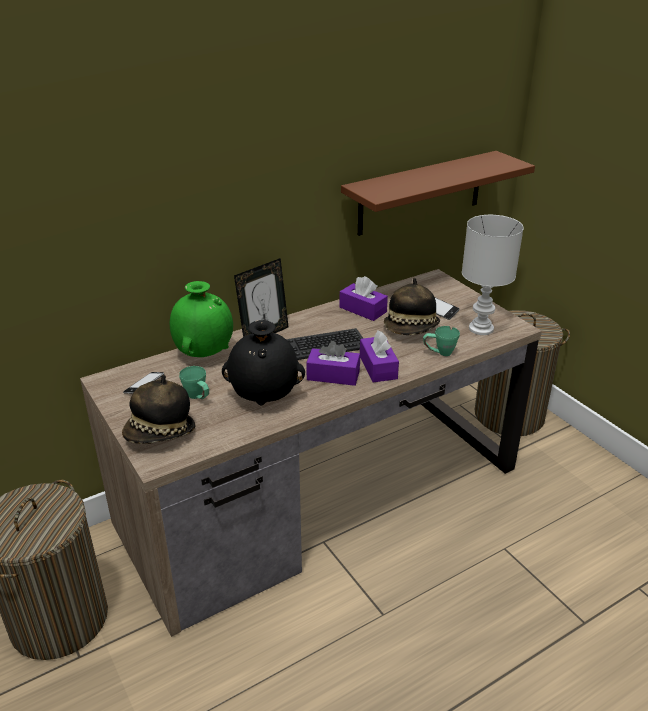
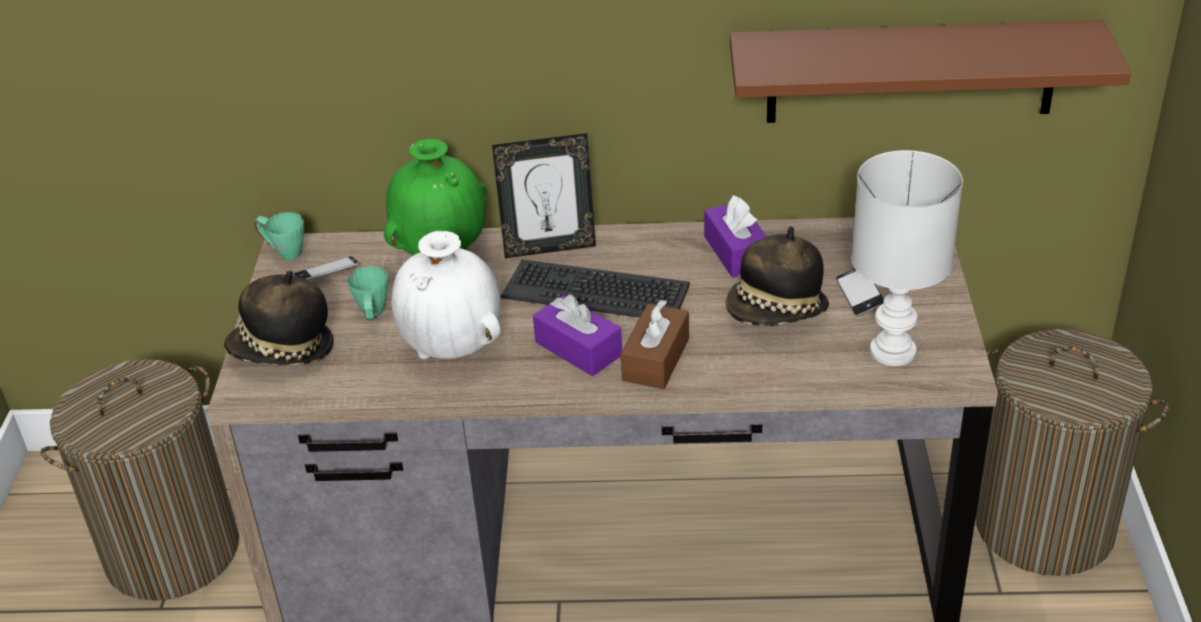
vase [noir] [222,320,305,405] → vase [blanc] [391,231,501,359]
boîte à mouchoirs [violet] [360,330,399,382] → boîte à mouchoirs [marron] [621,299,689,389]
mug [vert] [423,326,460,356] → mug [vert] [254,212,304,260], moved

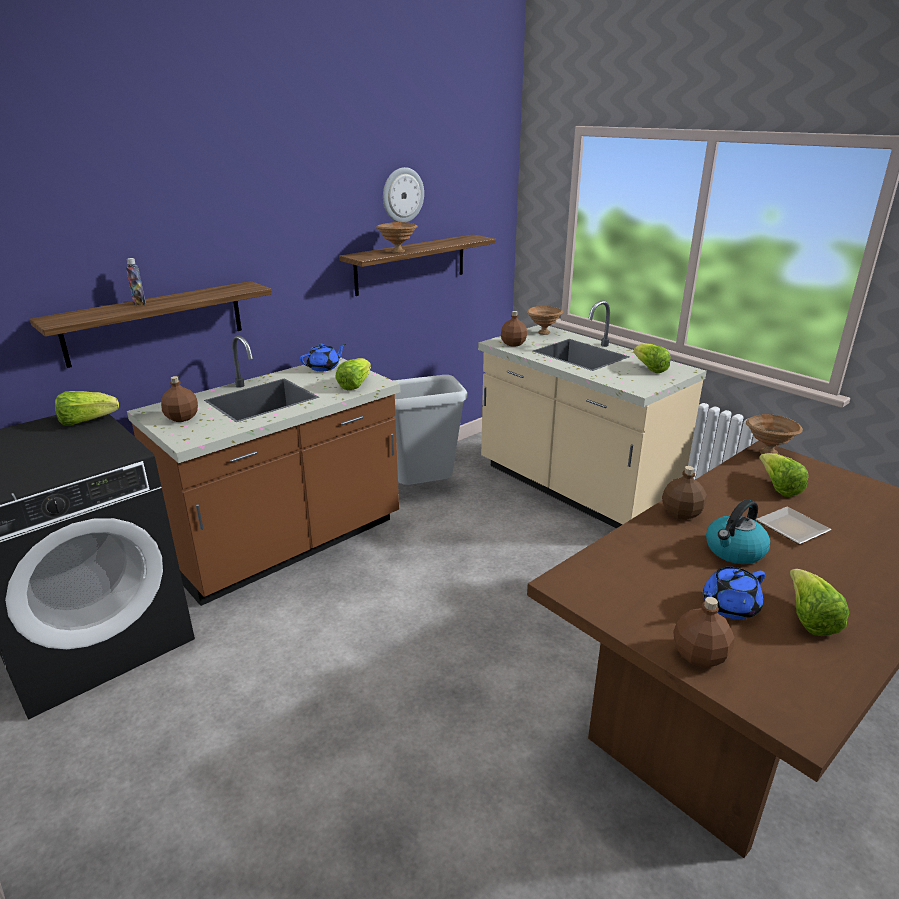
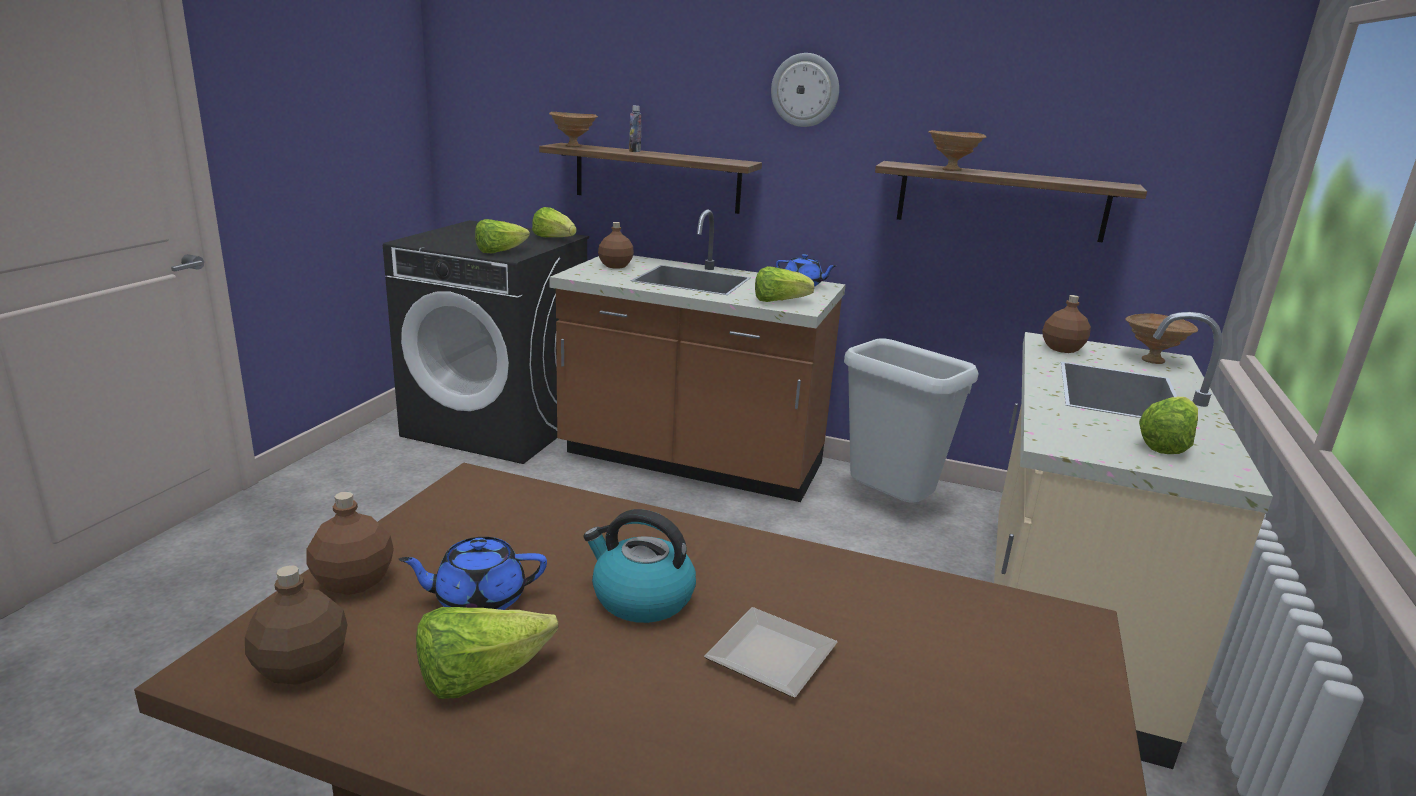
horloge murale [383,167,424,222] → horloge murale [771,53,839,127], moved
bouteille [marron] [662,466,707,520] → bouteille [marron] [245,565,348,685], moved
théière [bleu] [701,567,765,619] → théière [bleu] [398,537,547,610], 45 degrees counterclockwise
bol [marron] [746,414,803,454] → bol [marron] [549,112,598,147], moved
laitue [759,453,809,497] → laitue [475,219,530,253], moved

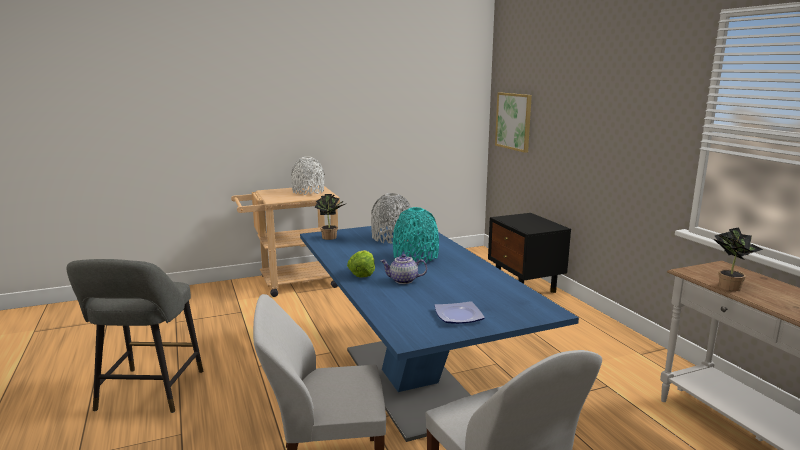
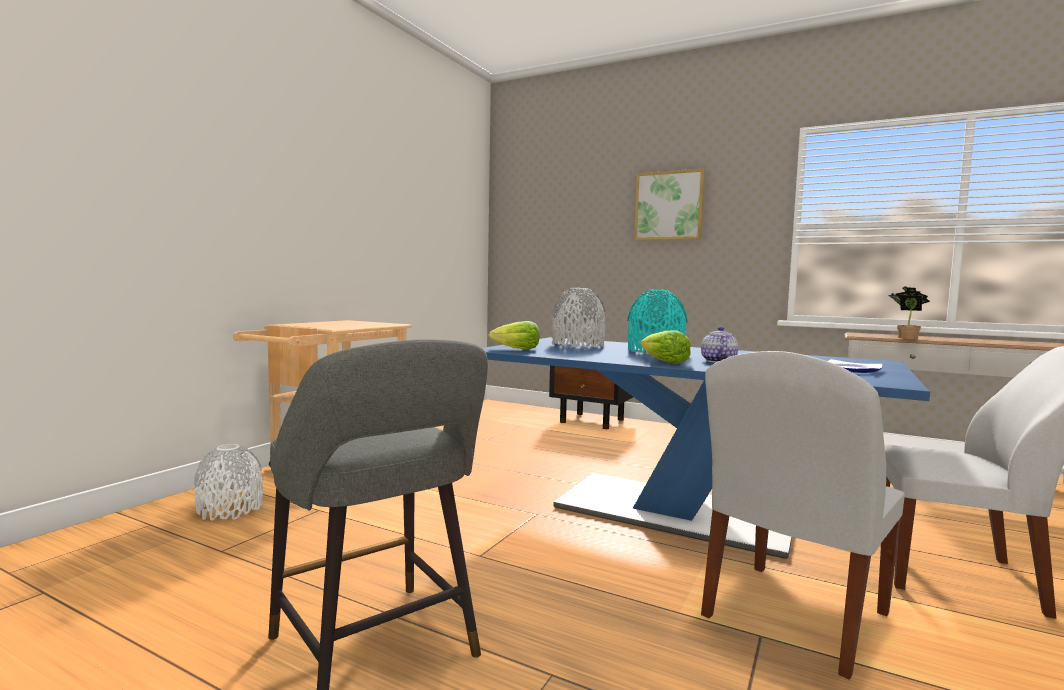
vase [blanc] [291,157,325,195] → vase [blanc] [194,444,263,521], moved
plante en pot [314,194,347,240] → laitue [488,321,540,350]
théière [380,254,427,284] → théière [701,327,738,363], 135 degrees clockwise
tableau [495,93,532,153] → tableau [634,169,705,240], moved

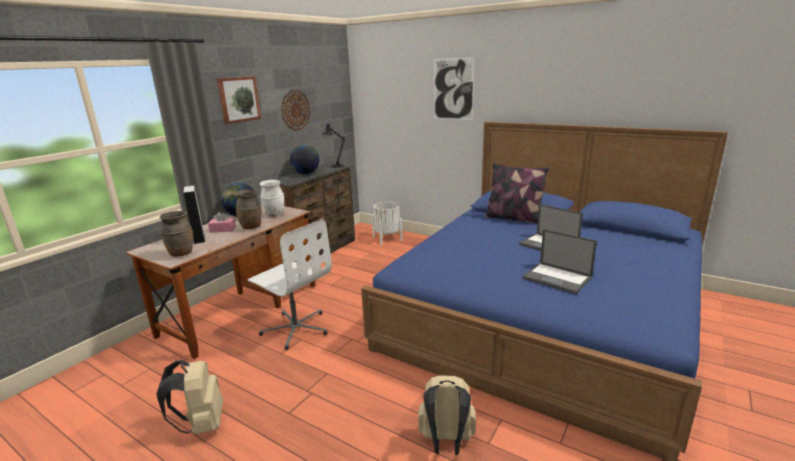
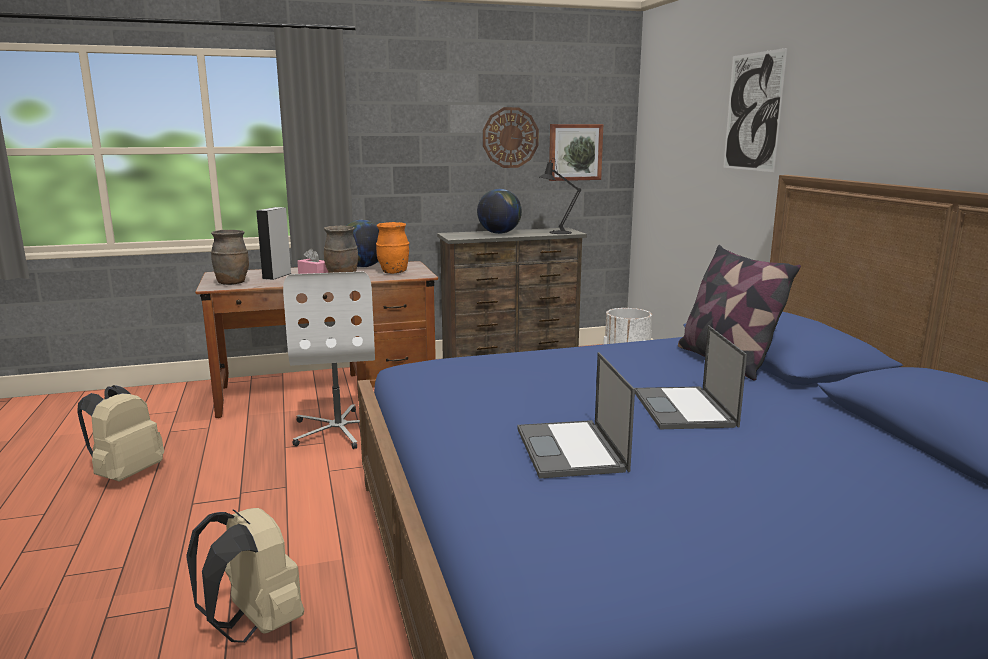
tableau [217,76,261,124] → tableau [549,124,603,181], moved
vase [blanc] [260,180,284,217] → vase [orange] [376,222,409,274]

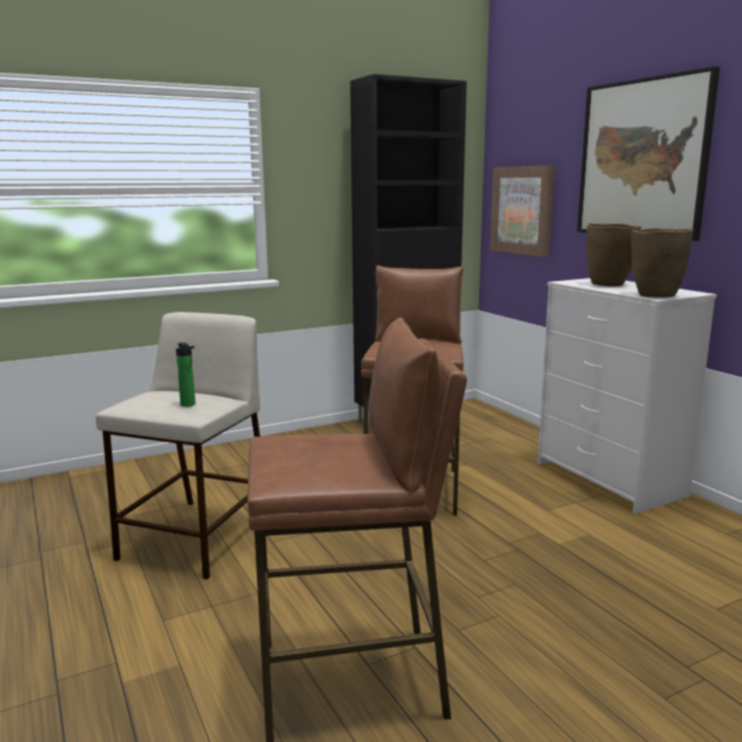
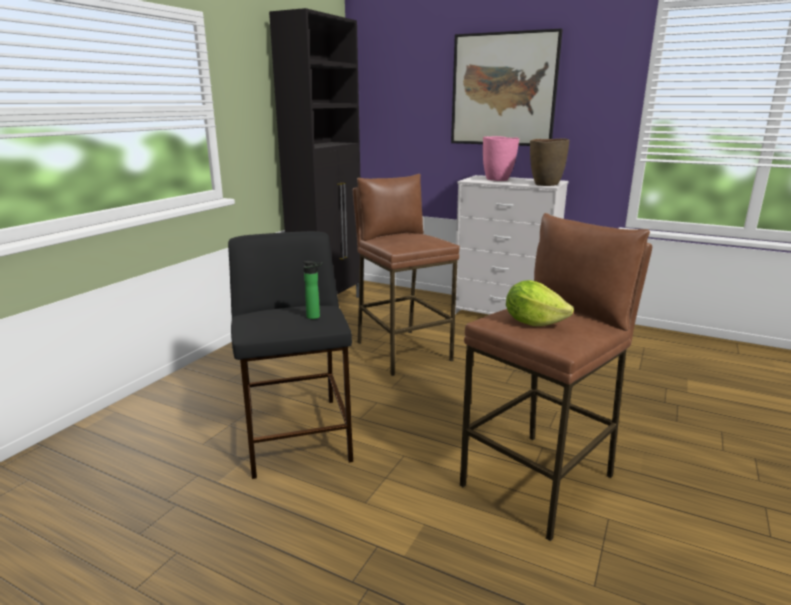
tabouret [beige] [96,312,260,579] → tabouret [noir] [228,231,353,479]
tableau [490,165,555,257] → -
vase [marron] [587,223,641,286] → vase [rose] [483,136,519,181]
- → laitue [506,280,574,326]

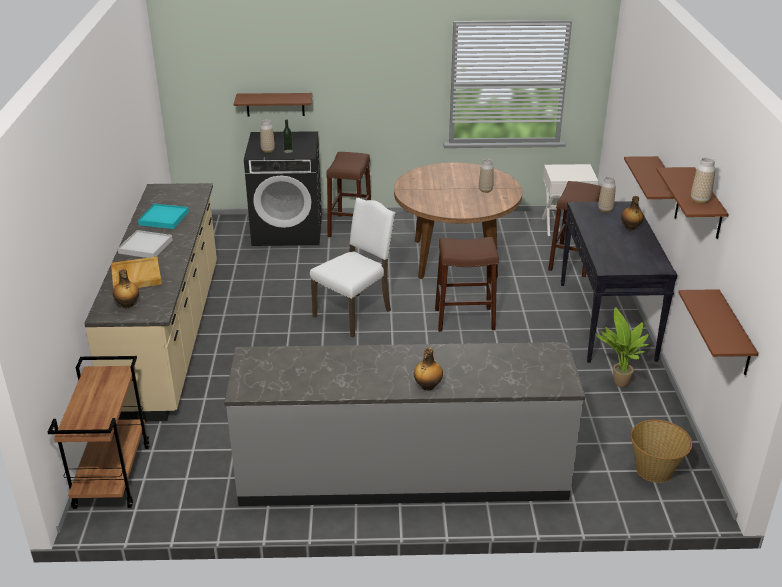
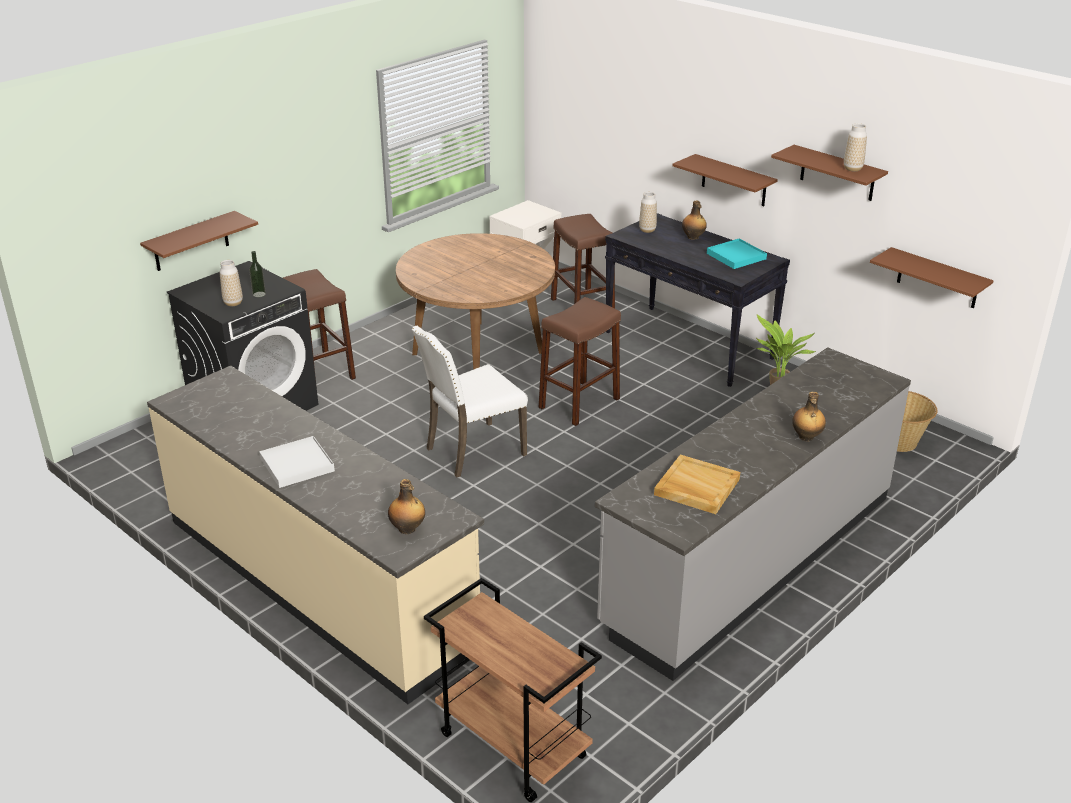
plateau [beige] [111,257,162,289] → plateau [beige] [654,455,740,514], moved
plateau [turquoise] [138,204,189,229] → plateau [turquoise] [707,238,767,269], moved
chaise [blanc] [310,198,396,338] → chaise [blanc] [412,326,528,478], 120 degrees counterclockwise
vase [479,159,494,193] → -

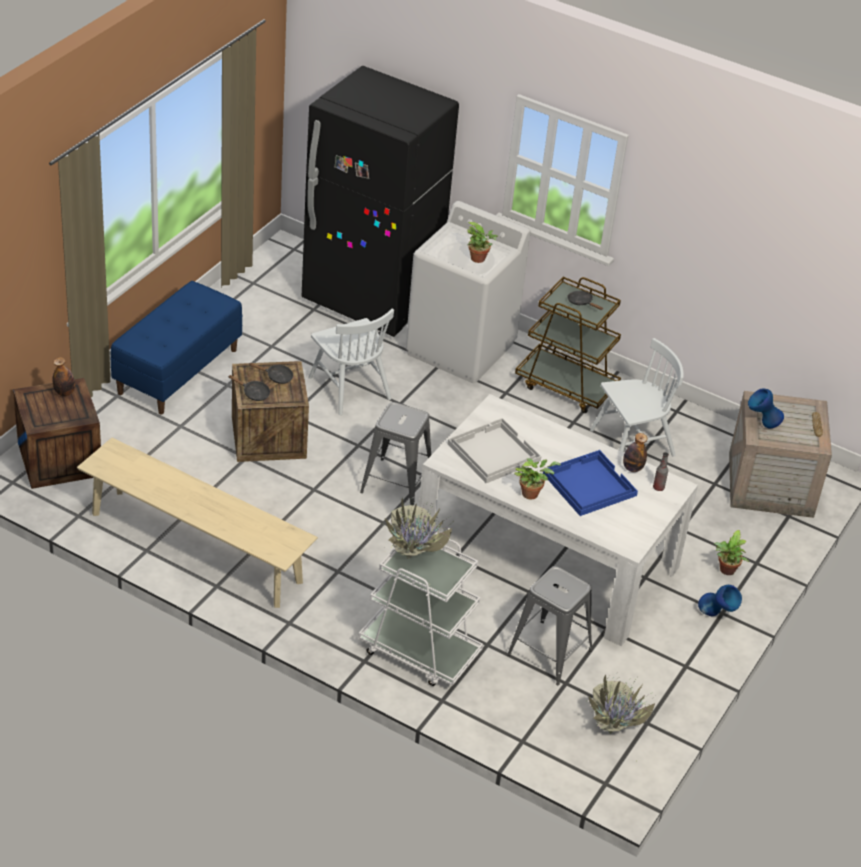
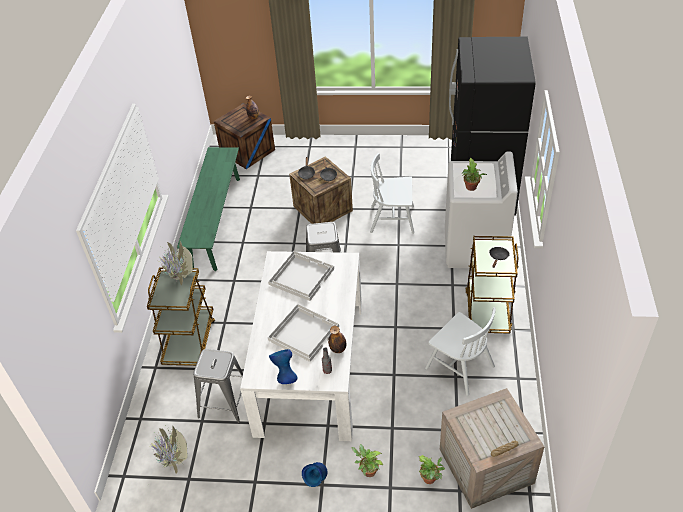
banc [beige] [77,438,318,608] → banc [vert] [177,147,240,271]
banc [bleu] [110,281,242,415] → -
chaise [blanc] [308,309,394,415] → chaise [blanc] [370,153,414,234], 60 degrees clockwise
chariot [blanc] [358,532,483,686] → chariot [marron] [147,267,215,366]
plante en pot [514,458,561,500] → plante en pot [418,455,445,484], moved
plateau [bleu] [543,450,638,516] → plateau [blanc] [268,304,339,362]
vase [bleu] [748,389,784,428] → vase [bleu] [269,349,297,384], moved

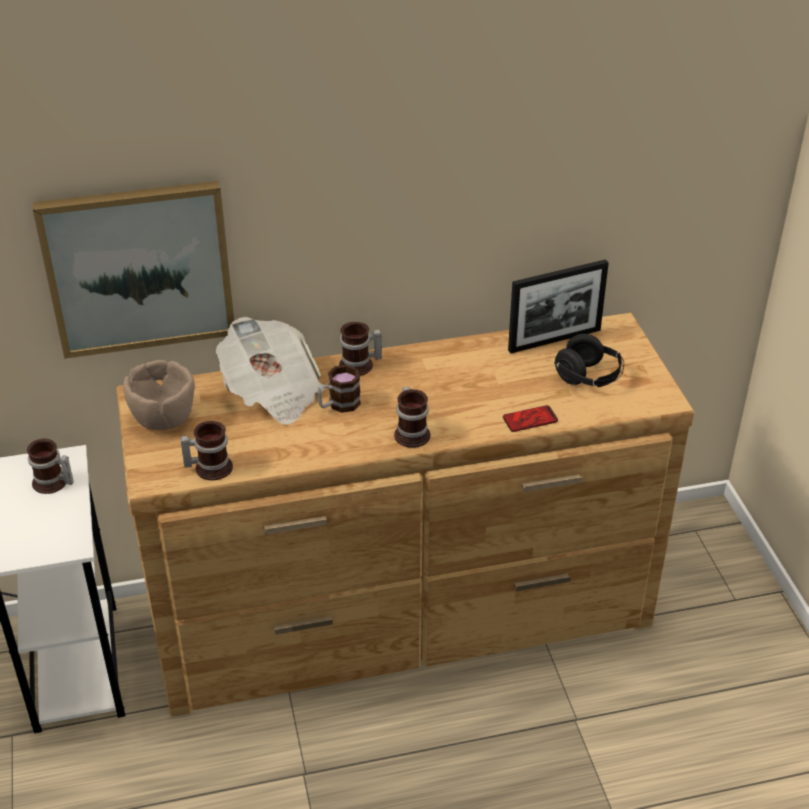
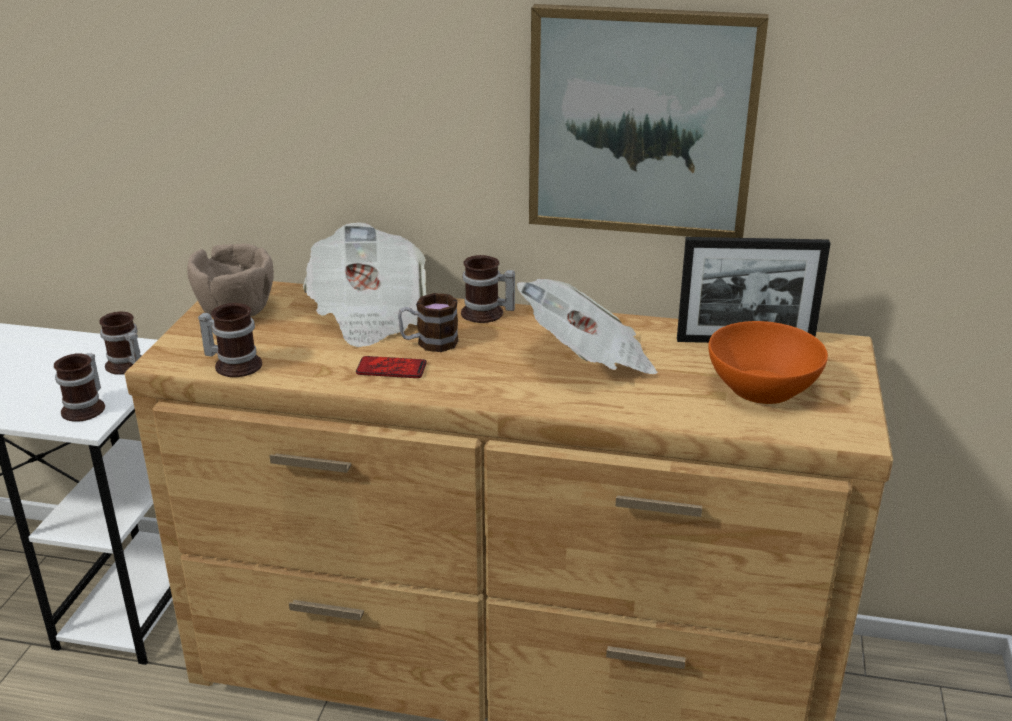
tableau [33,181,234,359] → tableau [529,4,769,238], moved
mug [394,387,430,448] → mug [54,353,105,422], moved
téléphone [503,405,558,432] → téléphone [356,356,427,378], moved
casque audio [noir] [554,334,624,387] → bol [orange] [708,321,828,404]
- → journal [517,279,658,374]

